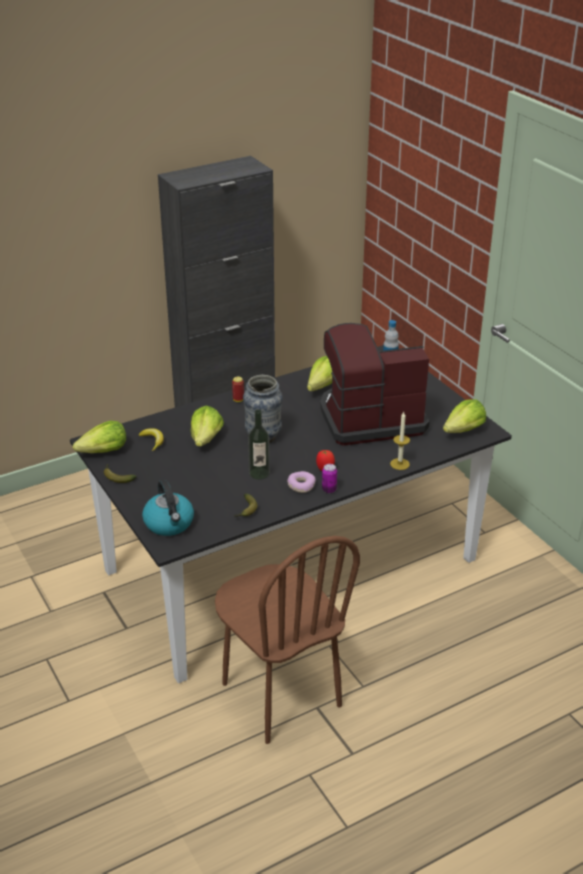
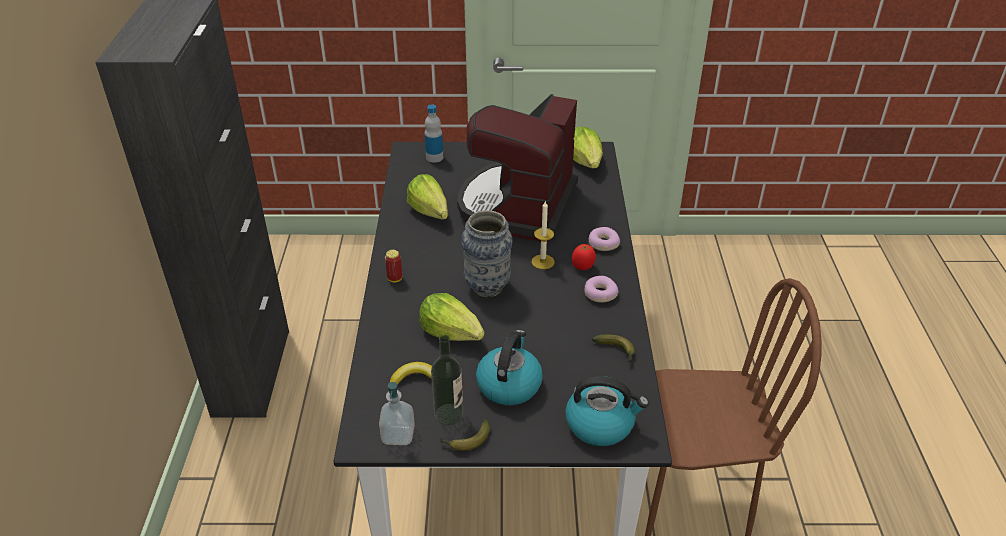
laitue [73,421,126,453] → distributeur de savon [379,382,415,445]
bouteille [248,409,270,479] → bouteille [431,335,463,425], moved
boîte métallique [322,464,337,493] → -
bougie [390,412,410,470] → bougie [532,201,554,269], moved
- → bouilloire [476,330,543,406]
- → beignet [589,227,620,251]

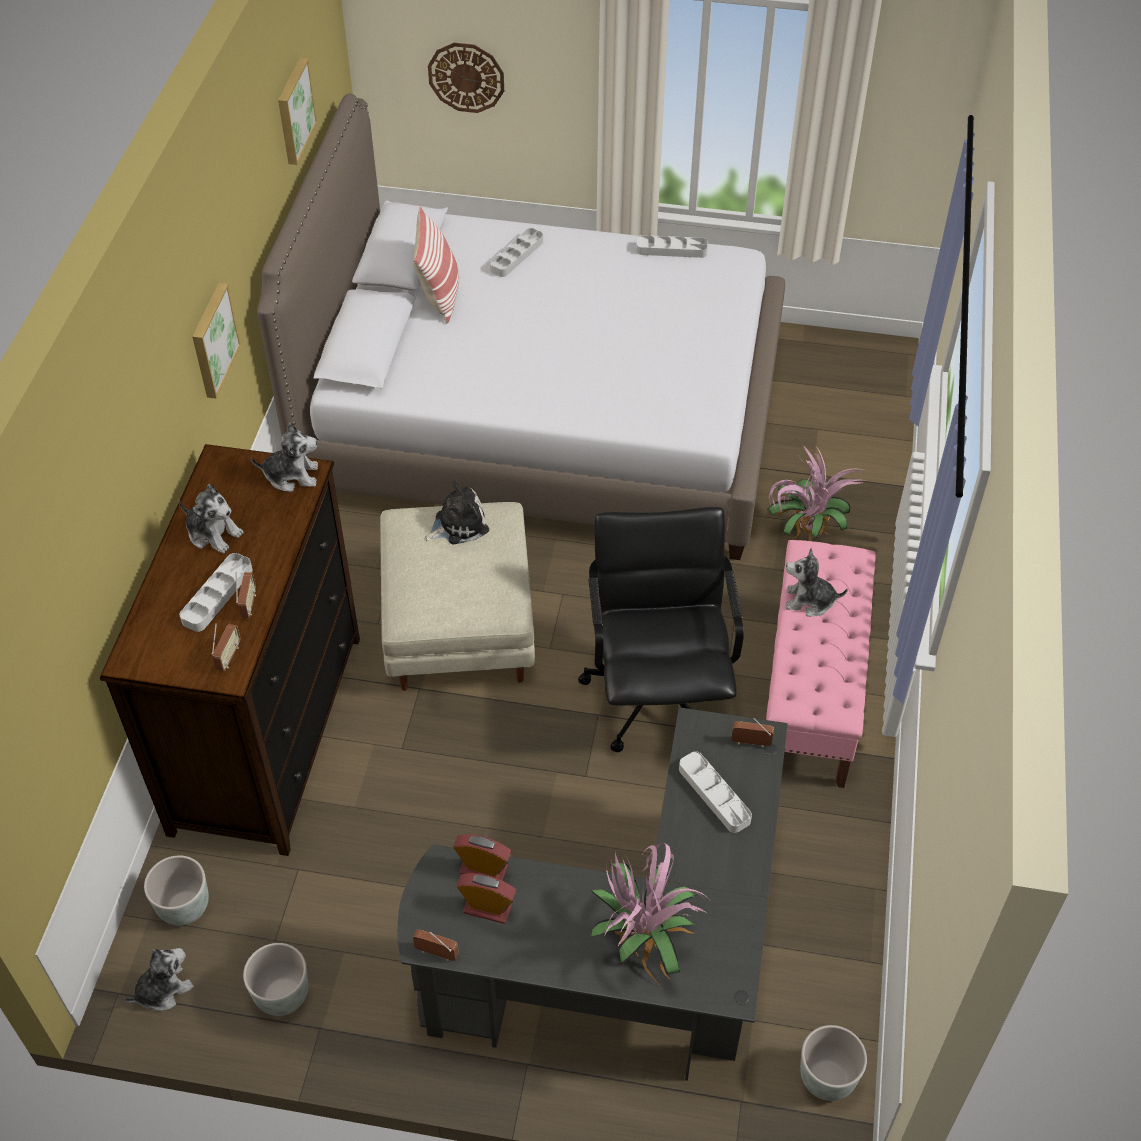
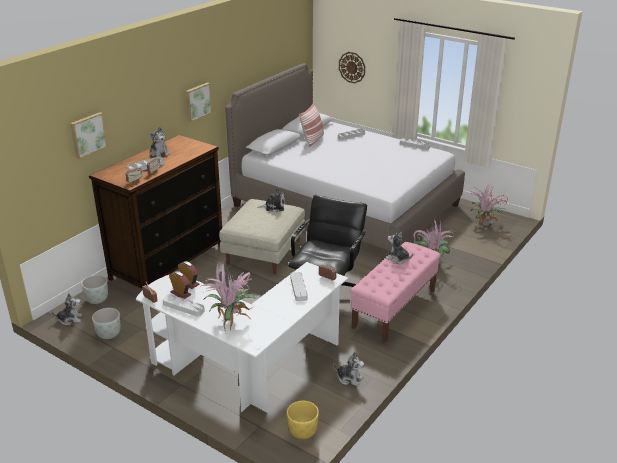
peluche [251,422,318,492] → peluche [333,352,365,386], moved
tableau [278,58,318,165] → tableau [70,112,108,159], moved
bureau [noir] [397,707,788,1081] → bureau [blanc] [136,262,348,412]
cache-pot [gris] [800,1025,867,1101] → cache-pot [jaune] [287,401,319,439]
- → plateau [gris] [163,294,205,317]
- → plante en pot [470,183,508,228]

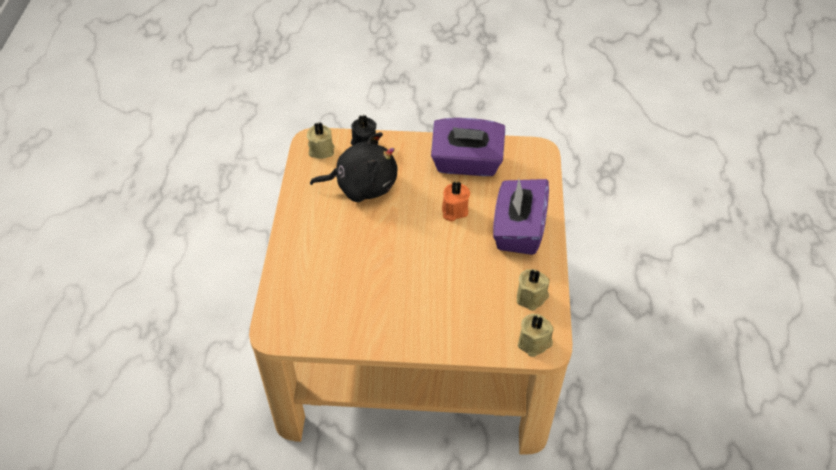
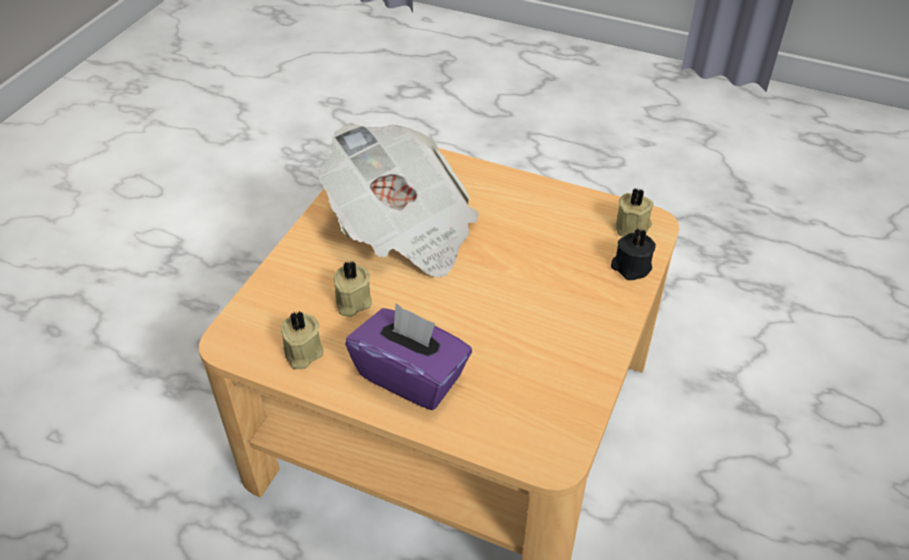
peluche [noir] [310,132,397,202] → -
boîte à mouchoirs [violet] [431,118,505,176] → -
bougie [orange] [442,181,470,221] → -
bougie [beige] [518,314,554,357] → bougie [beige] [334,260,372,317], moved
- → journal [319,123,479,277]

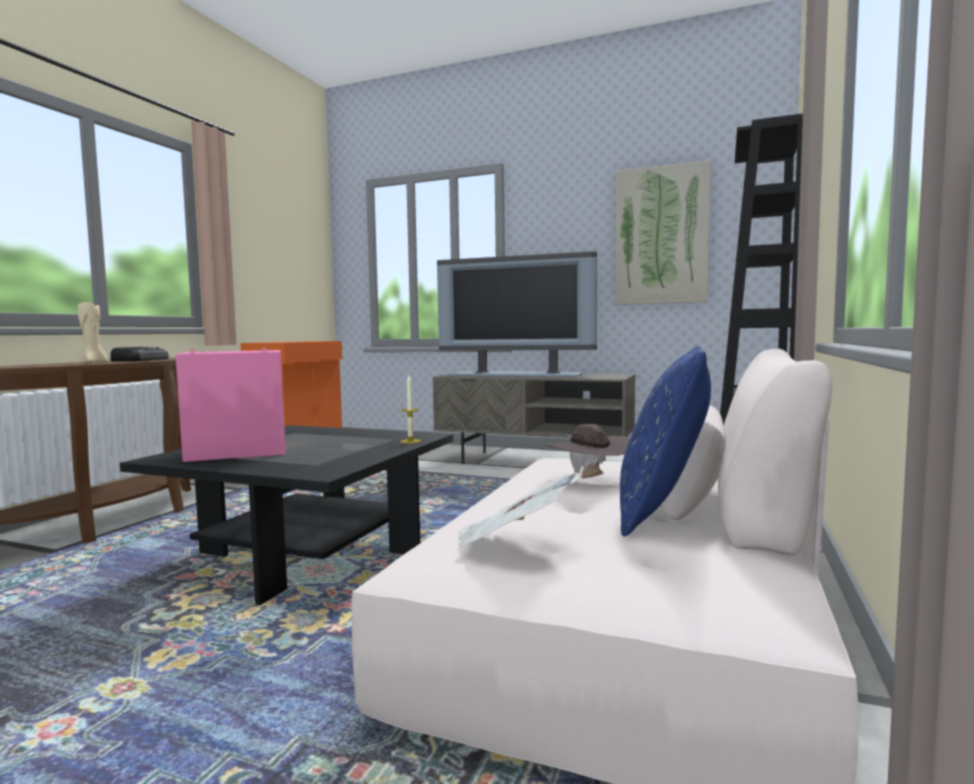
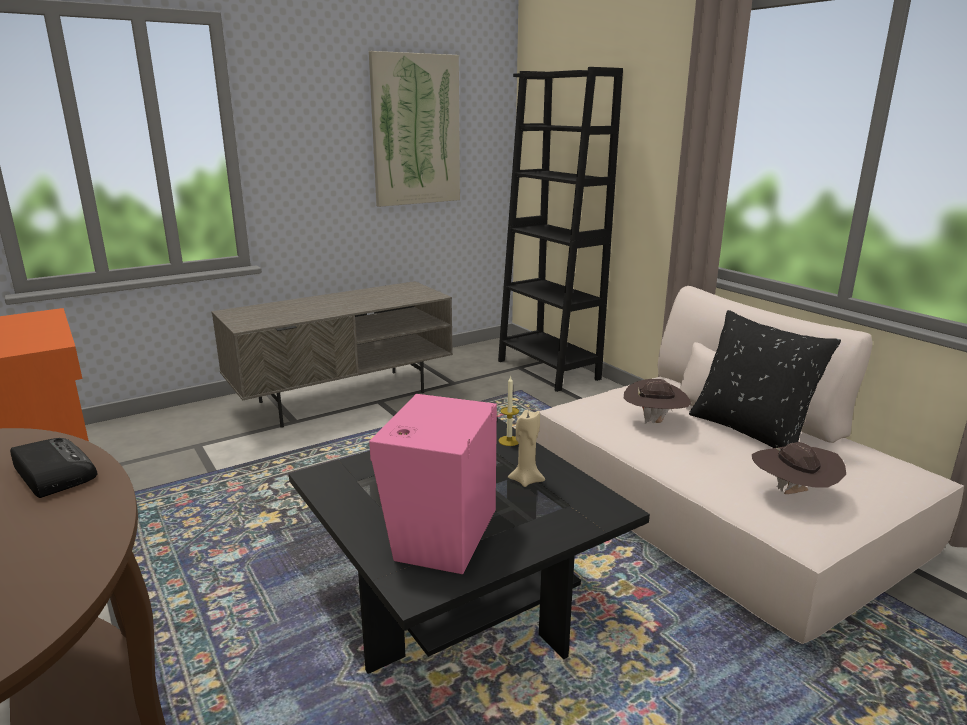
bougie [beige] [78,302,108,364] → bougie [beige] [508,410,545,487], moved
téléviseur [437,252,597,377] → -
journal [457,473,580,549] → chapeau [marron] [752,442,846,494]
coussin [bleu] [620,346,711,537] → coussin [noir] [689,310,841,448]

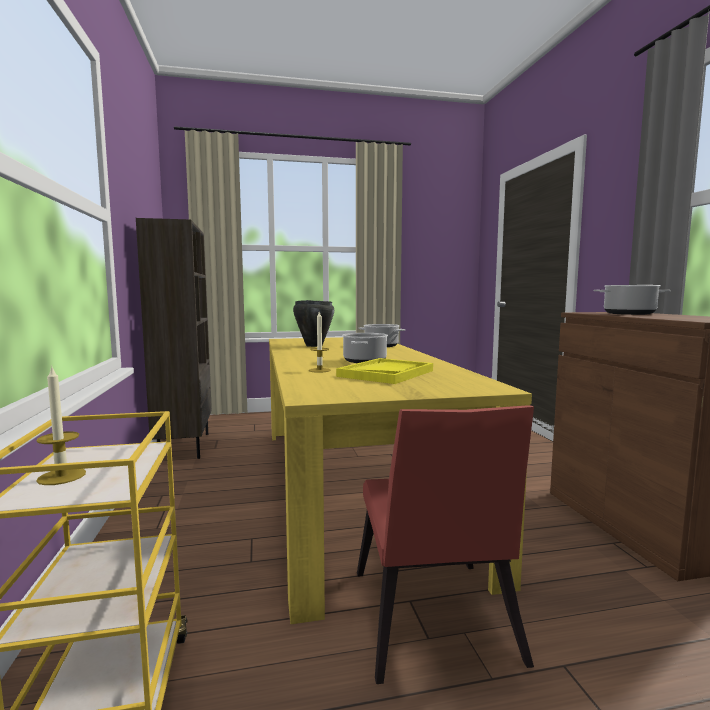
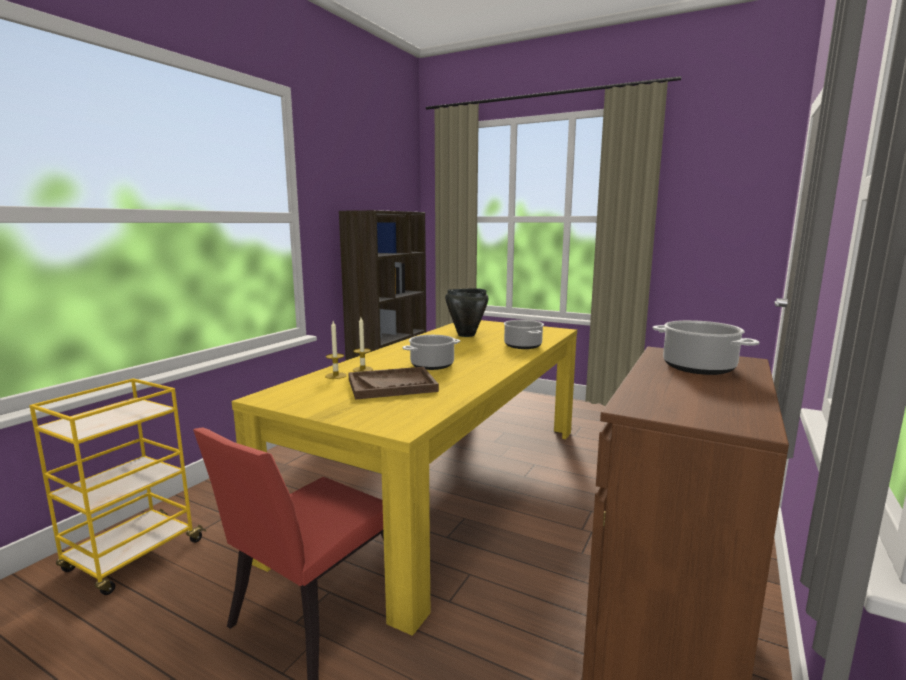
bougie [36,365,86,485] → bougie [325,321,347,379], moved
plateau [jaune] [336,358,433,384] → plateau [marron] [349,367,439,400]

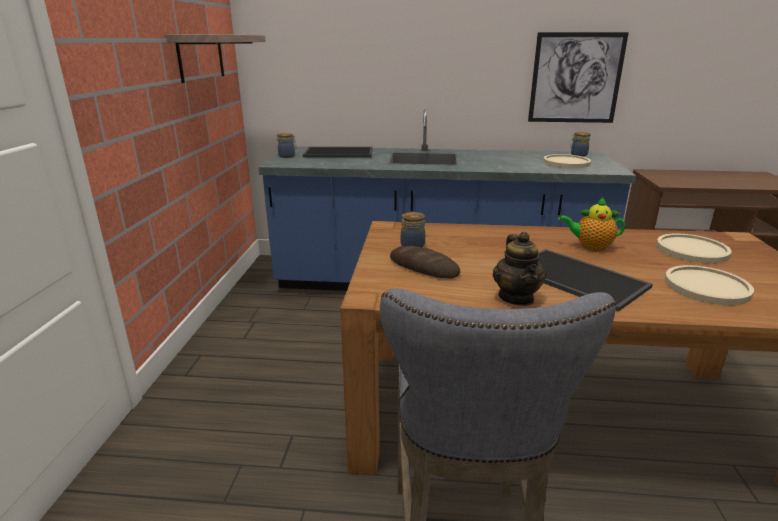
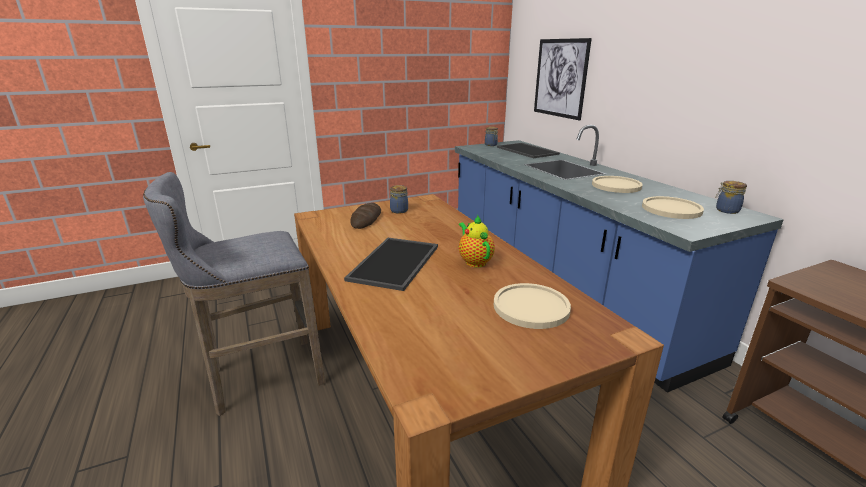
étagère [166,34,266,83] → -
théière [493,232,546,306] → -
tableau [528,32,629,123] → tableau [534,38,592,121], moved
assiette [beige] [665,265,754,305] → assiette [beige] [592,176,643,193], moved

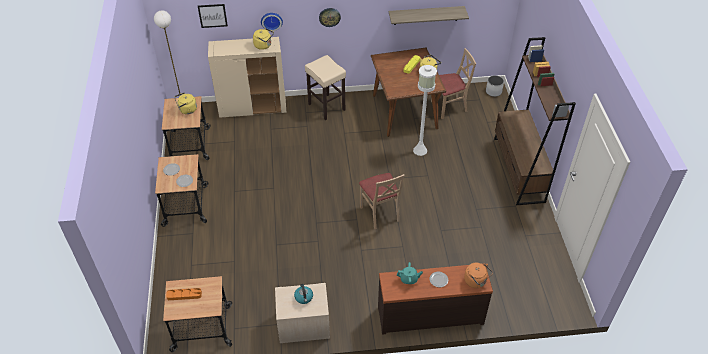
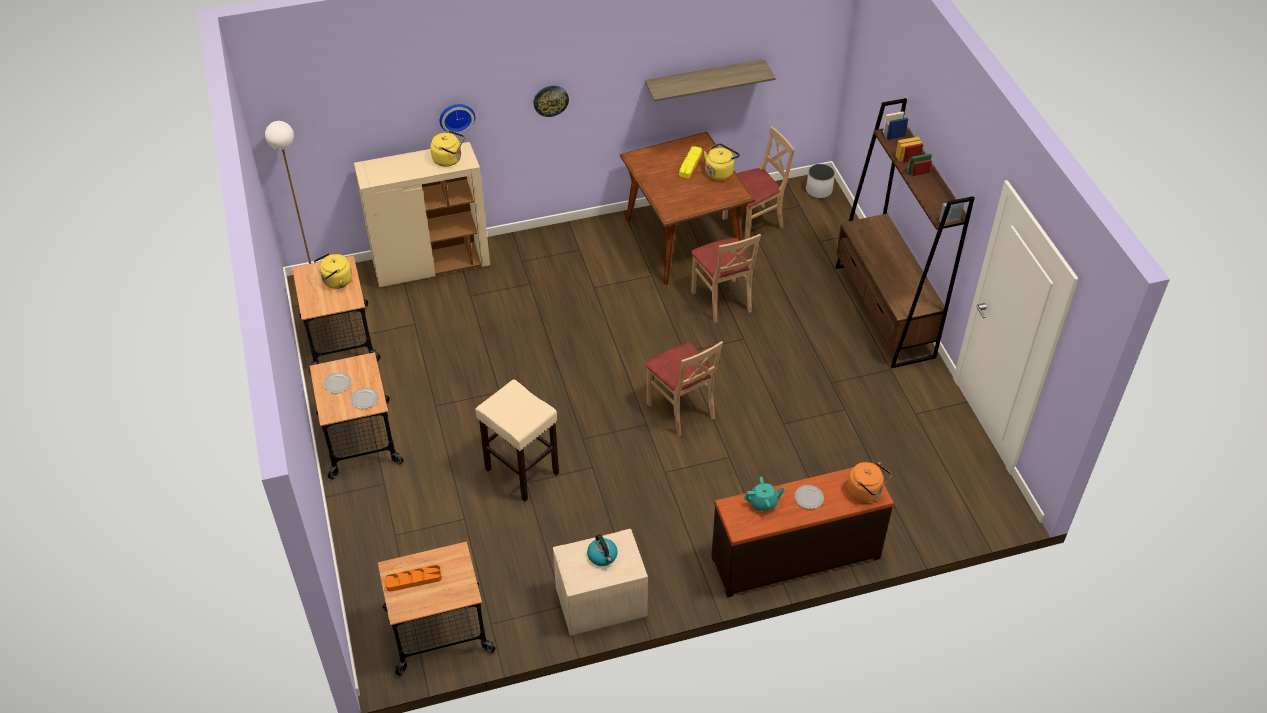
tableau [198,4,228,28] → -
tabouret [beige] [305,55,346,120] → tabouret [beige] [475,379,559,501], moved
lampadaire [blanc] [413,65,437,156] → chaise [beige] [691,234,761,323]

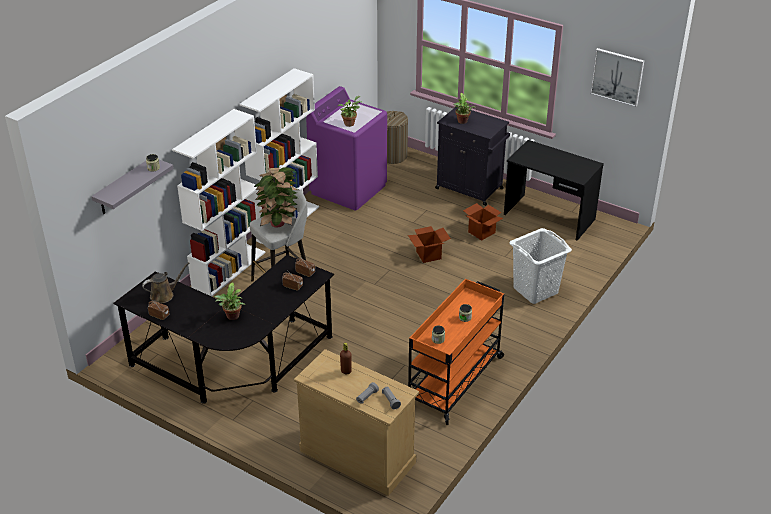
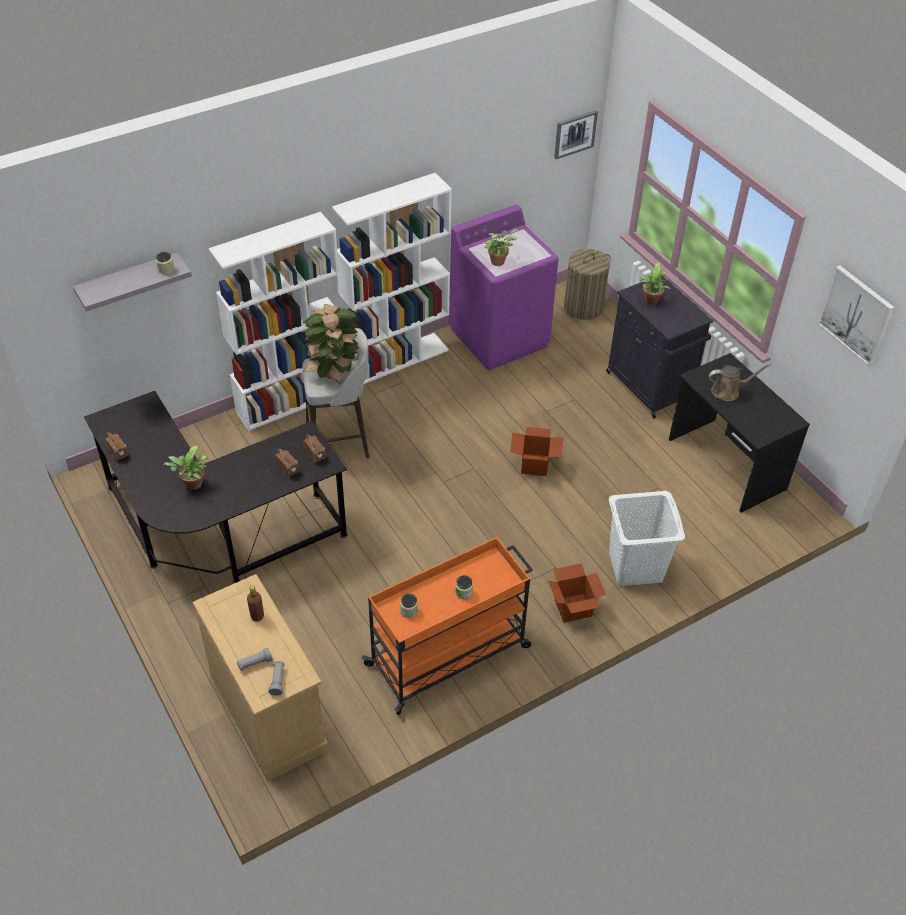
arrosoir [marron] [142,262,190,303] → arrosoir [marron] [709,364,771,401], moved
carton [463,203,503,241] → carton [548,563,606,623], moved
- → tableau [554,110,598,159]

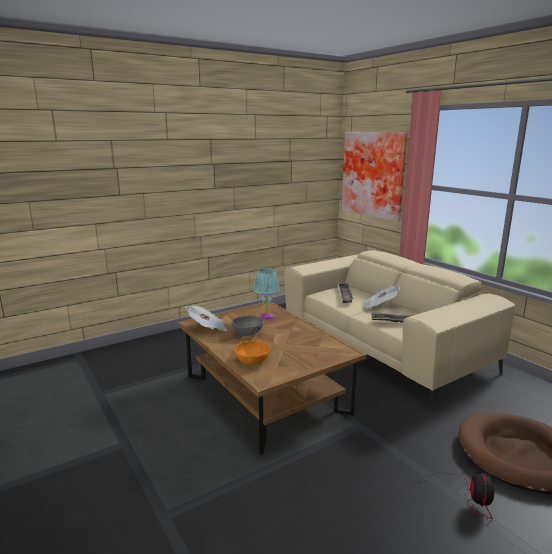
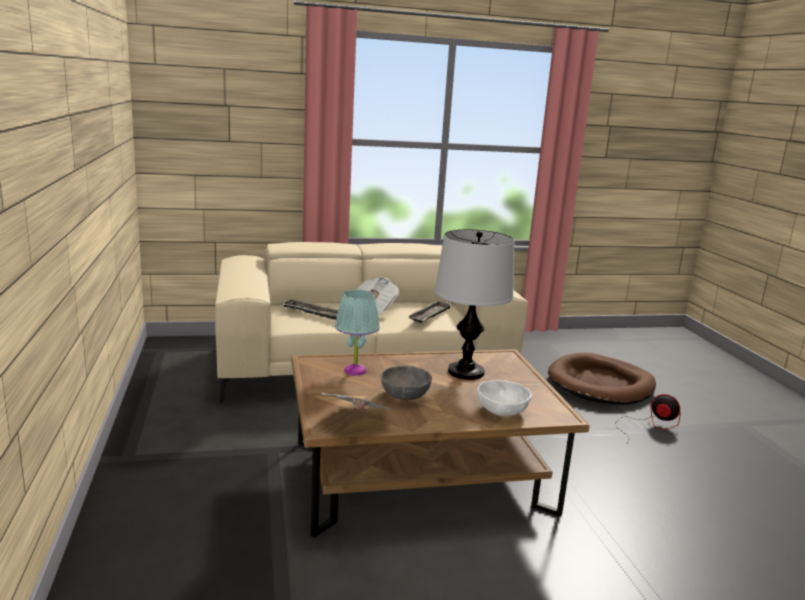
bol [orange] [235,340,270,365] → bol [blanc] [478,380,532,416]
tableau [342,132,408,222] → -
- → lampe de table [435,229,515,380]

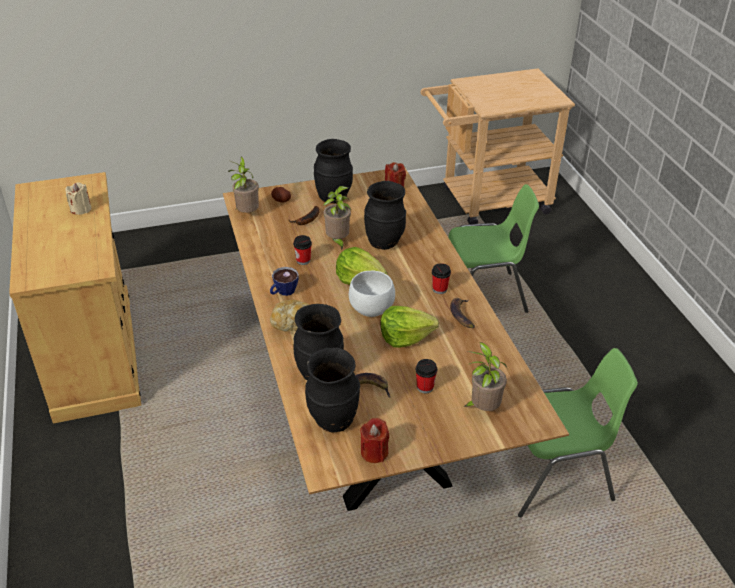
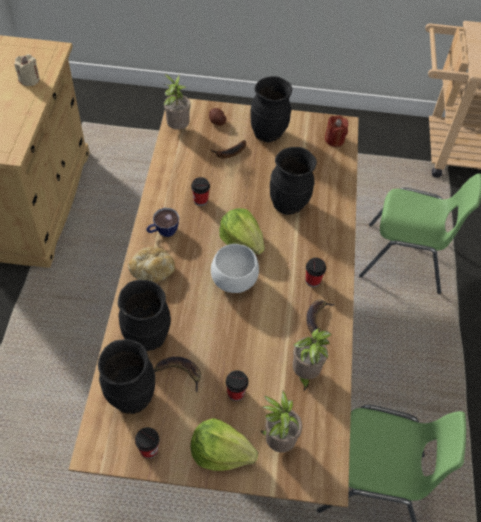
plante en pot [323,186,352,250] → plante en pot [293,328,332,392], moved
bougie [rouge] [360,418,389,463] → tasse [135,427,159,459]
laitue [380,306,439,348] → laitue [190,418,258,471], moved

